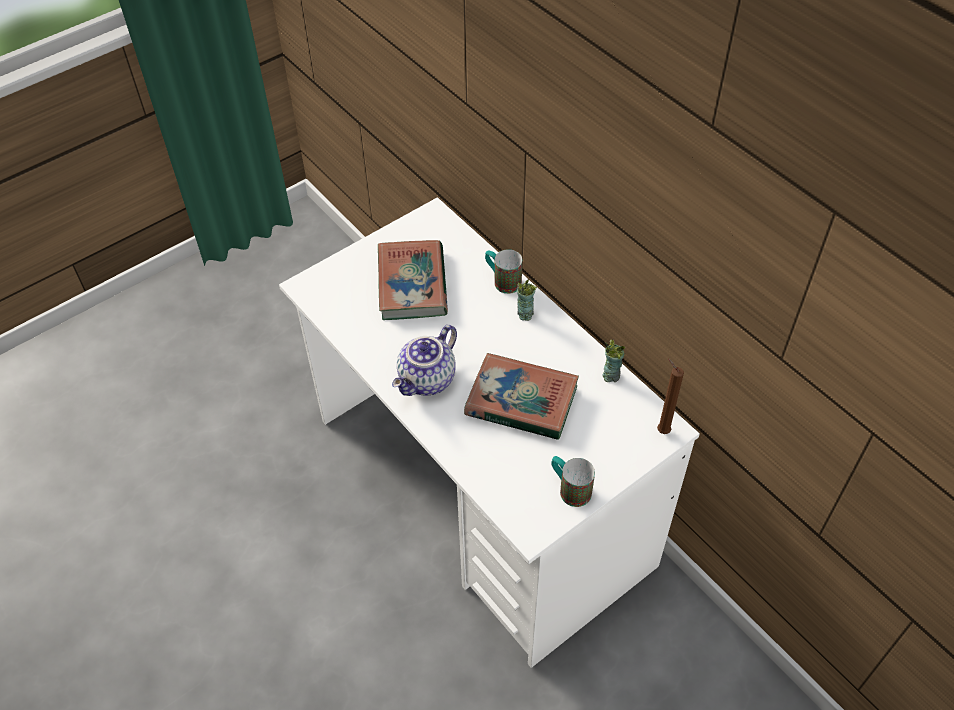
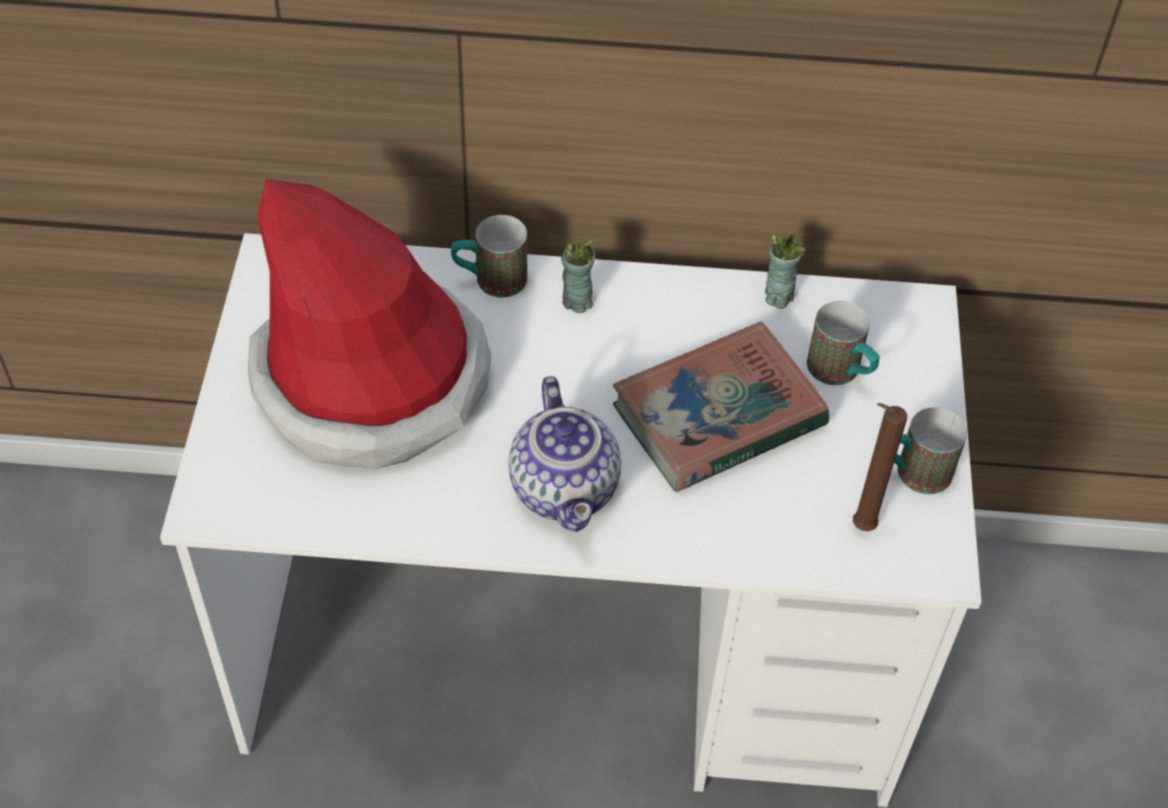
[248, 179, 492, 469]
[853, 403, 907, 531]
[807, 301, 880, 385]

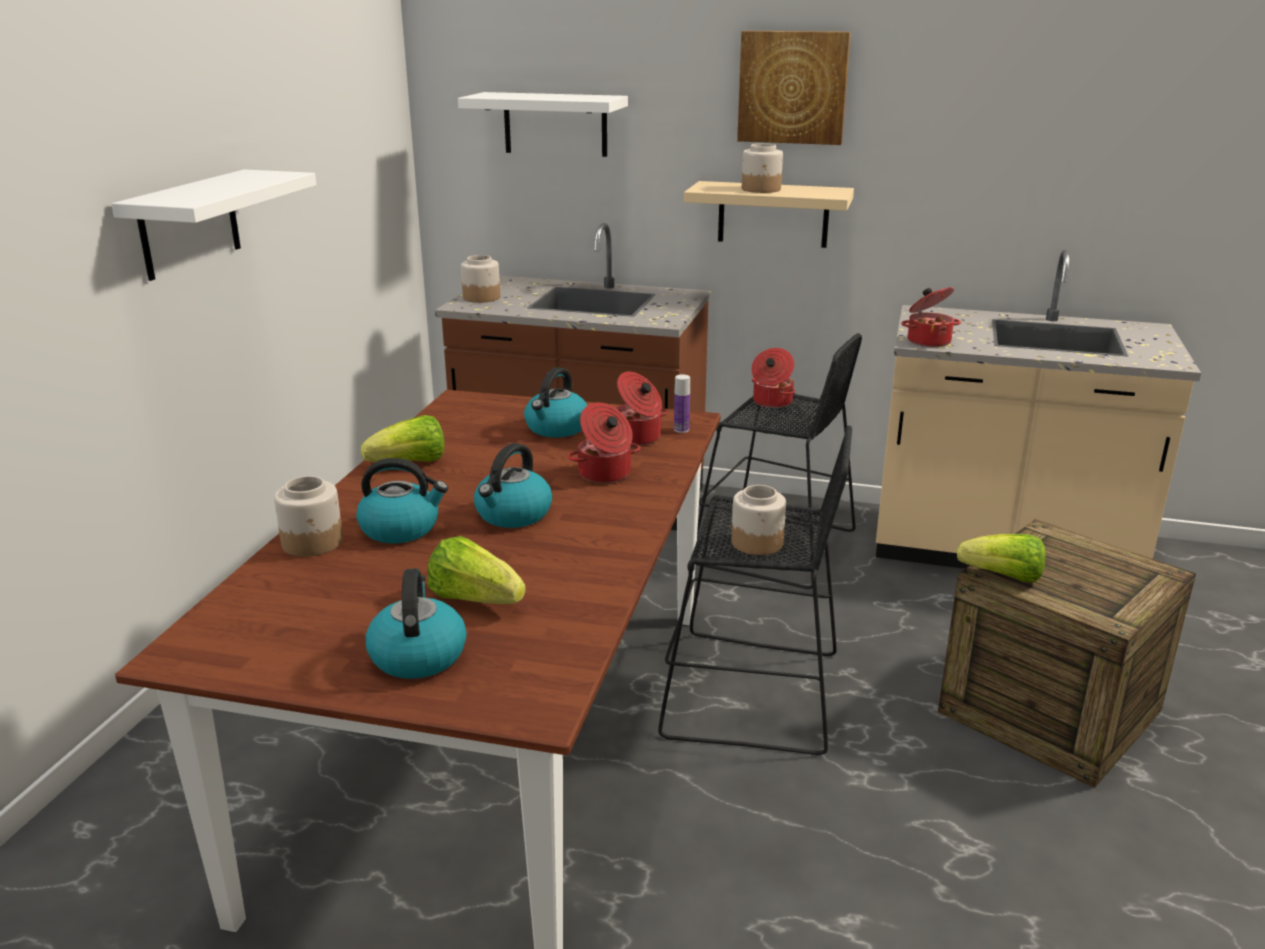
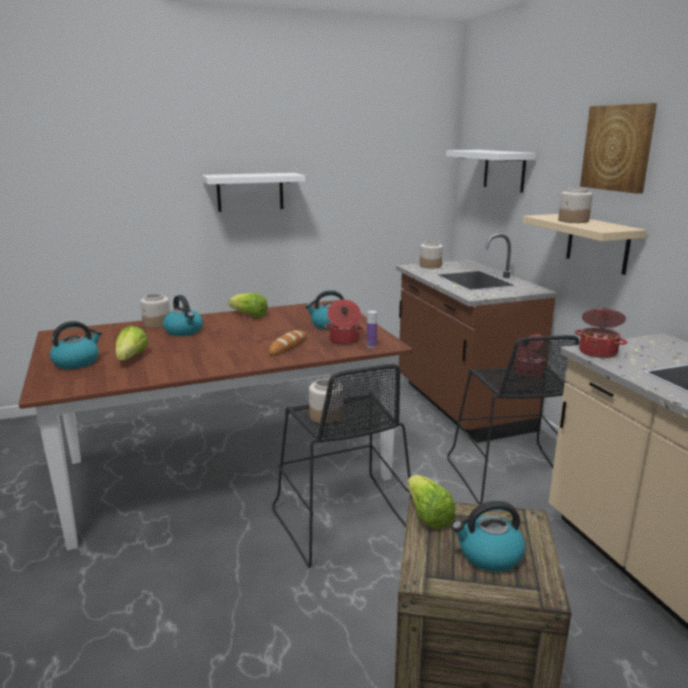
[452, 501, 525, 572]
[269, 330, 307, 355]

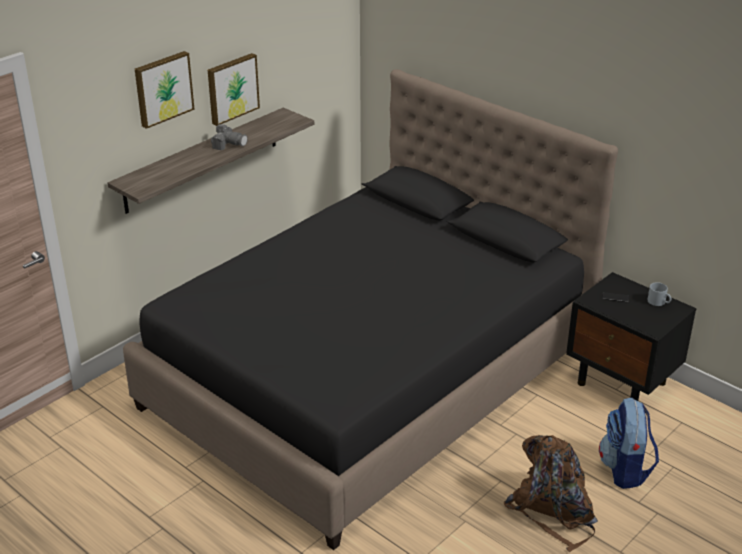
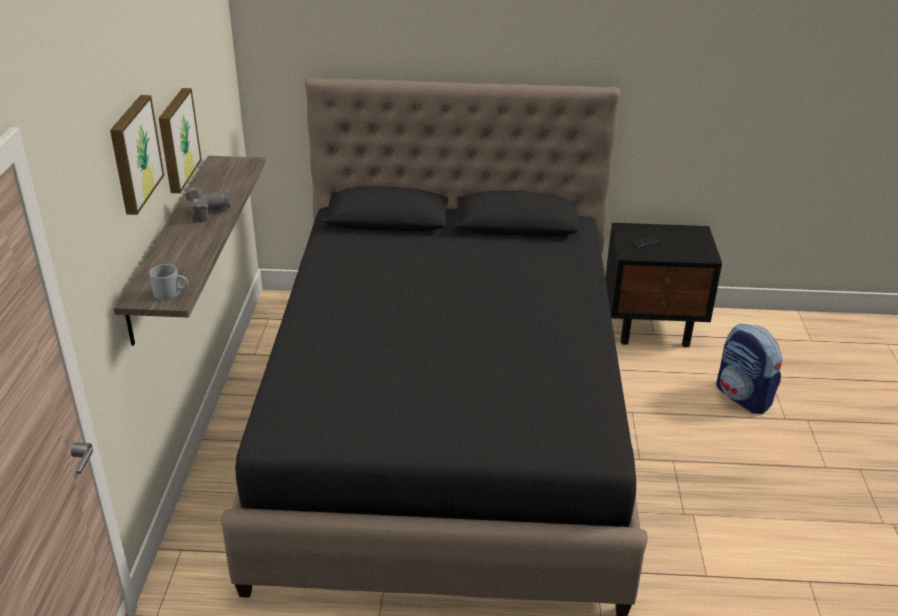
[504, 435, 598, 552] (first image)
[149, 264, 188, 300]

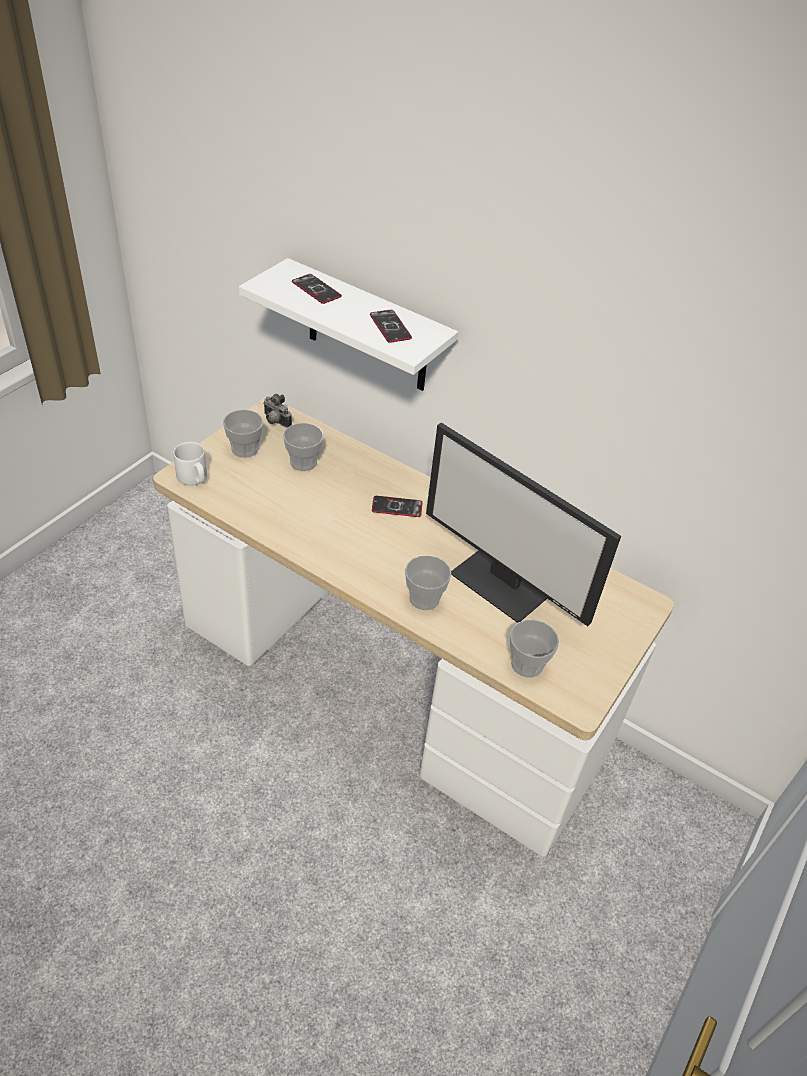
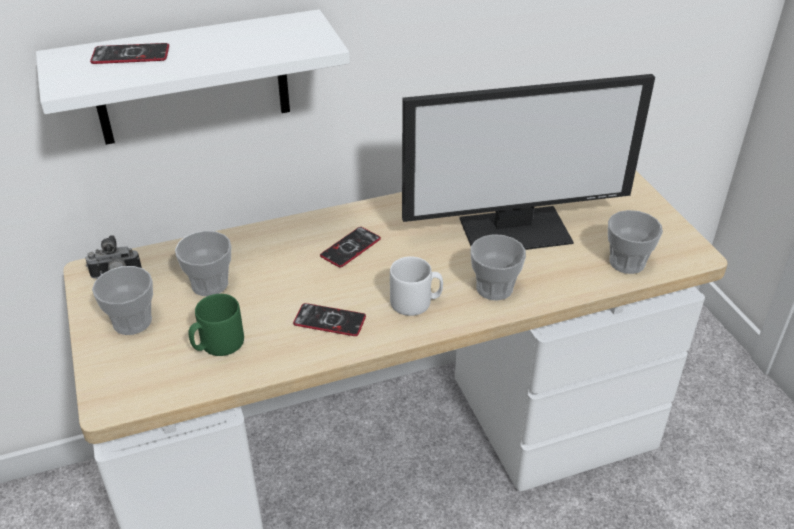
[390, 256, 443, 316]
[293, 303, 366, 336]
[188, 294, 244, 356]

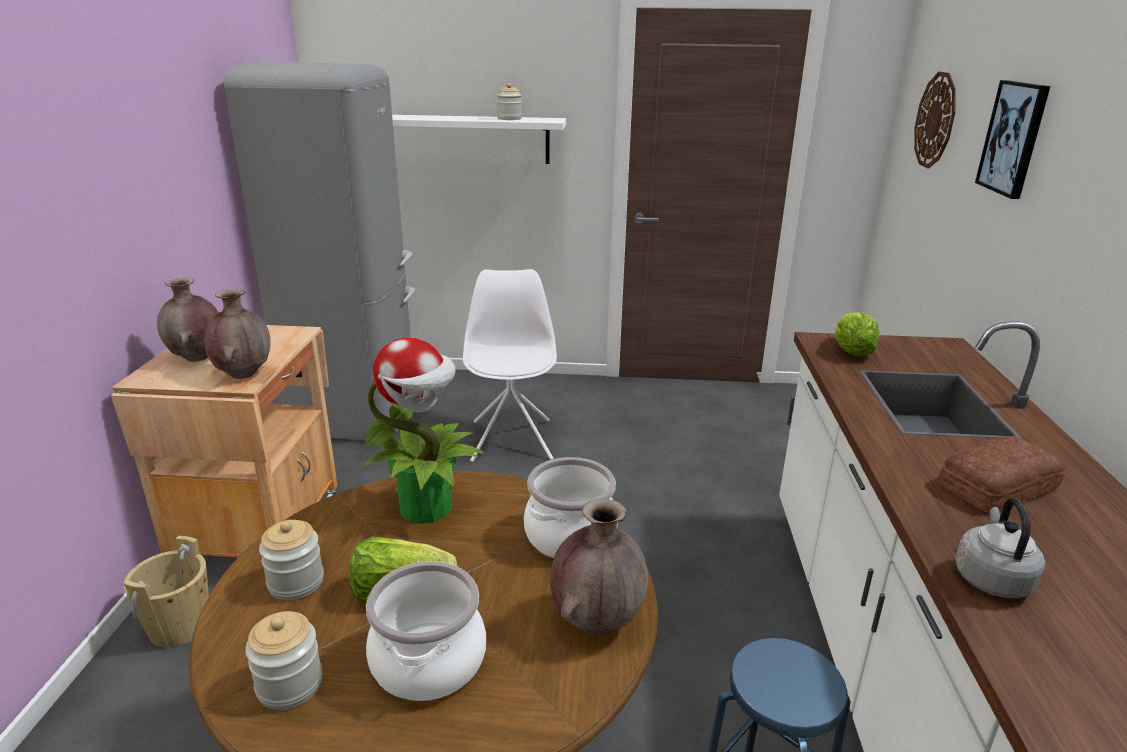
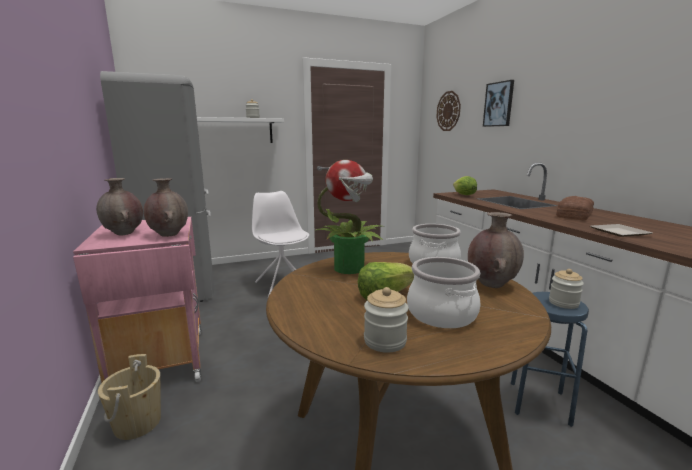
[73, 217, 202, 383]
[549, 269, 584, 309]
[590, 224, 653, 237]

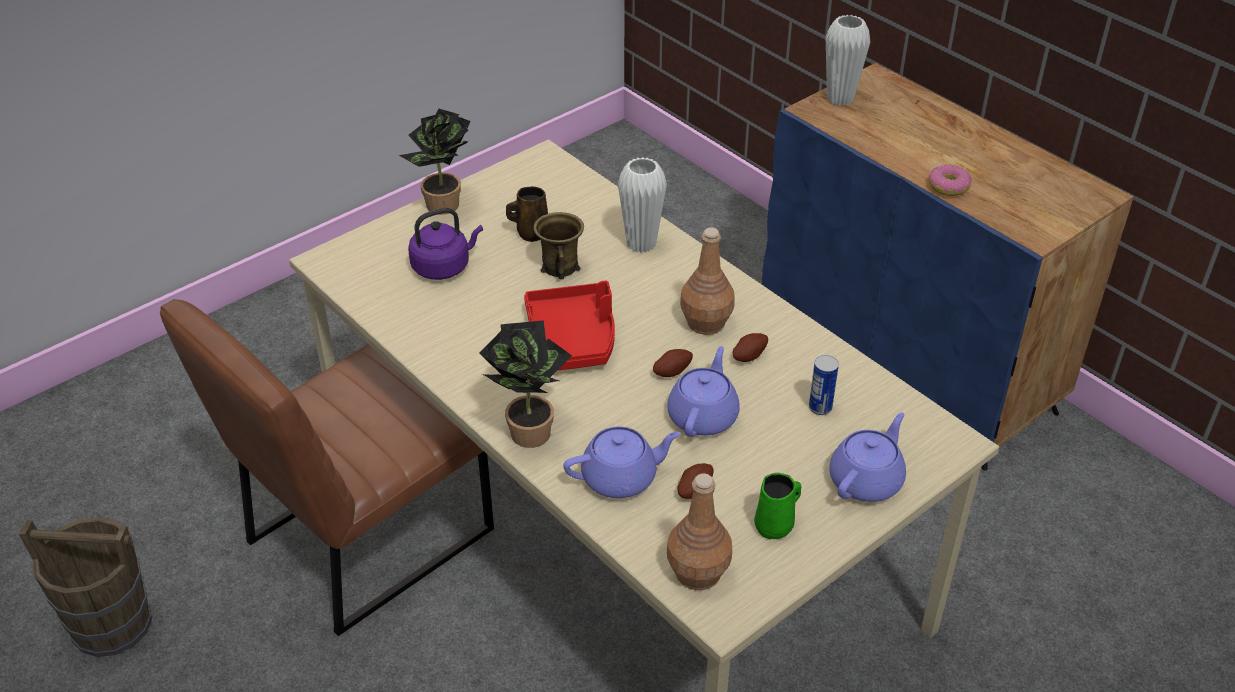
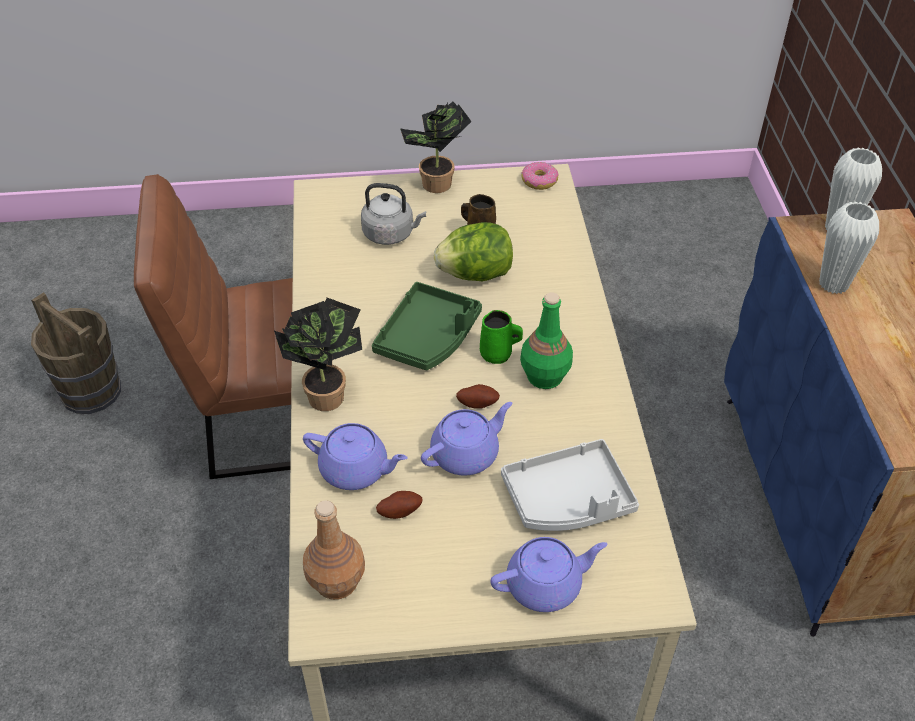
[361, 183, 426, 245]
[372, 282, 482, 370]
[434, 222, 513, 281]
[819, 201, 879, 294]
[520, 292, 573, 389]
[733, 333, 768, 362] (first image)
[480, 310, 523, 364]
[501, 439, 639, 531]
[521, 162, 558, 190]

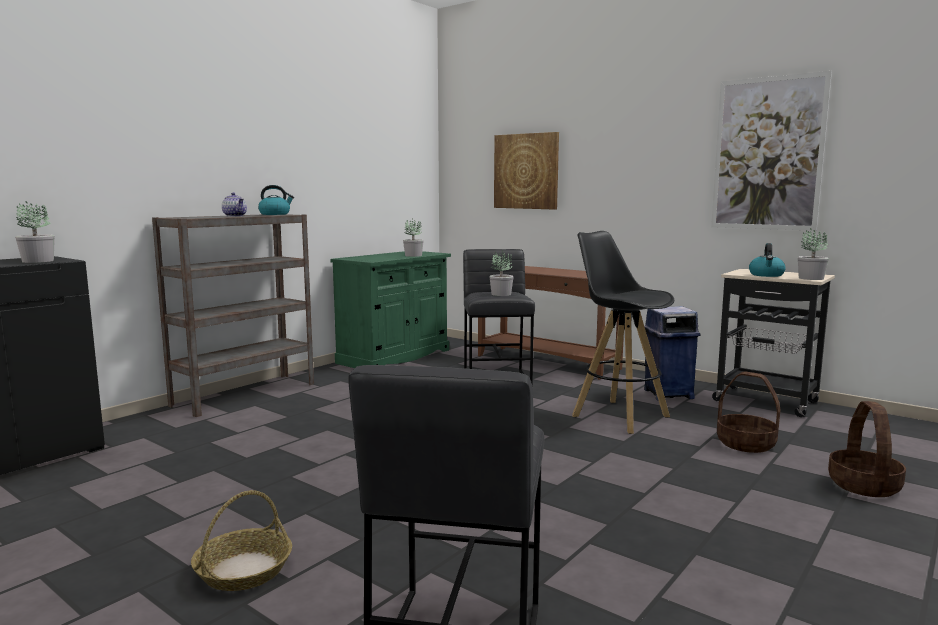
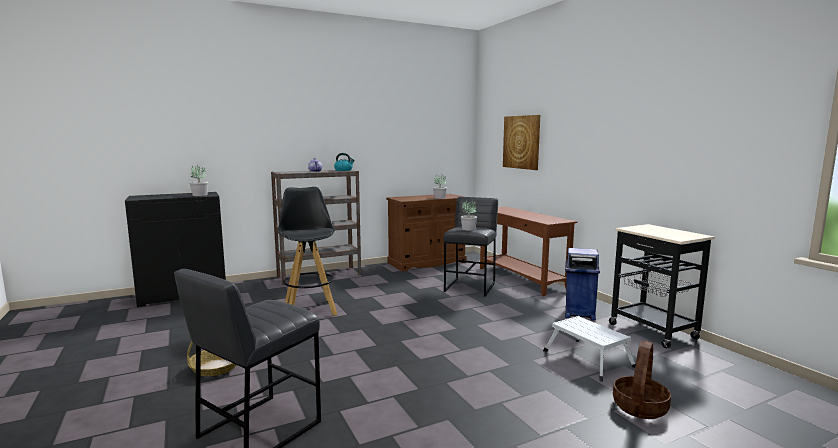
[386, 194, 467, 271]
[279, 187, 337, 316]
[711, 71, 832, 231] (first image)
[543, 316, 636, 382]
[749, 243, 786, 277] (first image)
[798, 228, 829, 280] (first image)

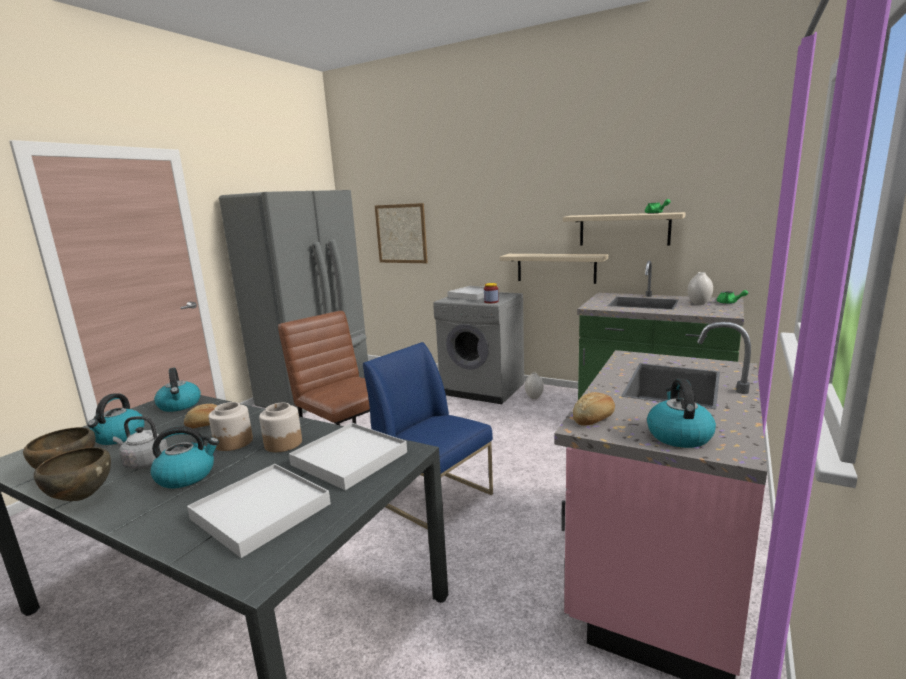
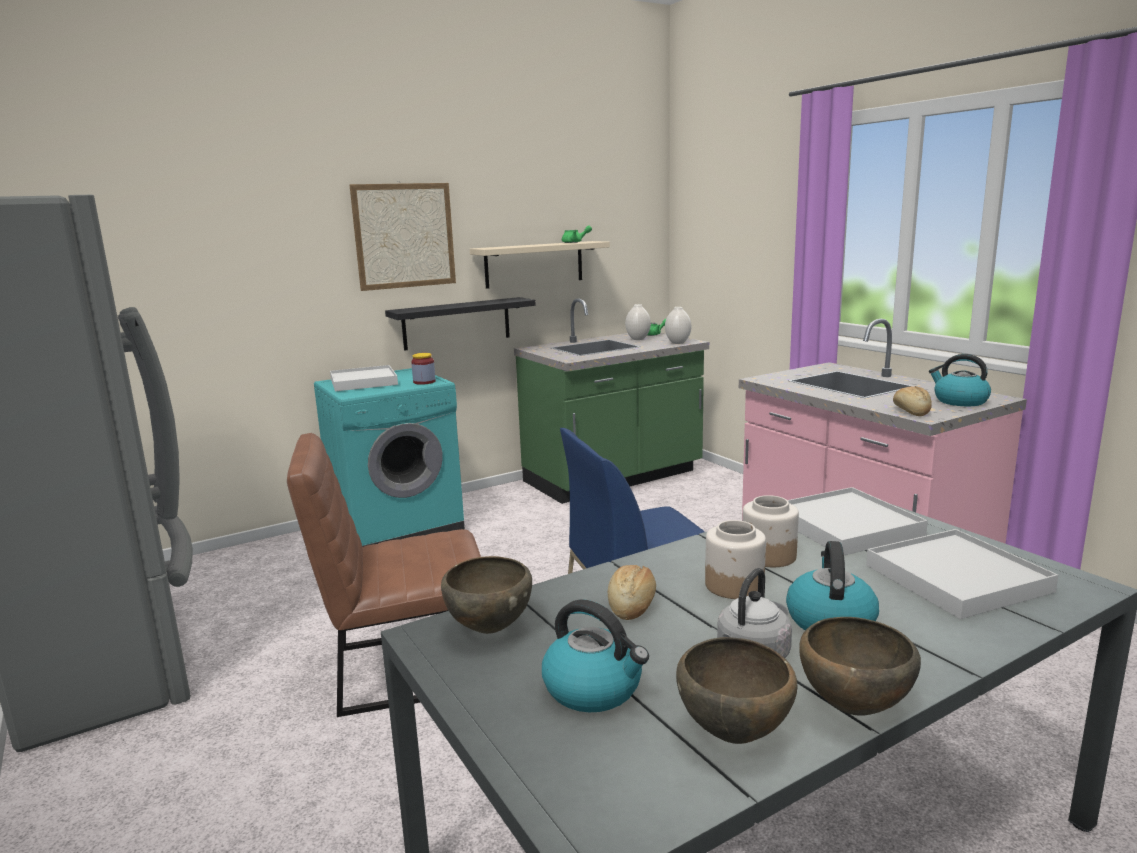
[441, 556, 532, 634]
[350, 181, 456, 291]
[314, 368, 465, 547]
[385, 297, 536, 351]
[665, 307, 691, 344]

